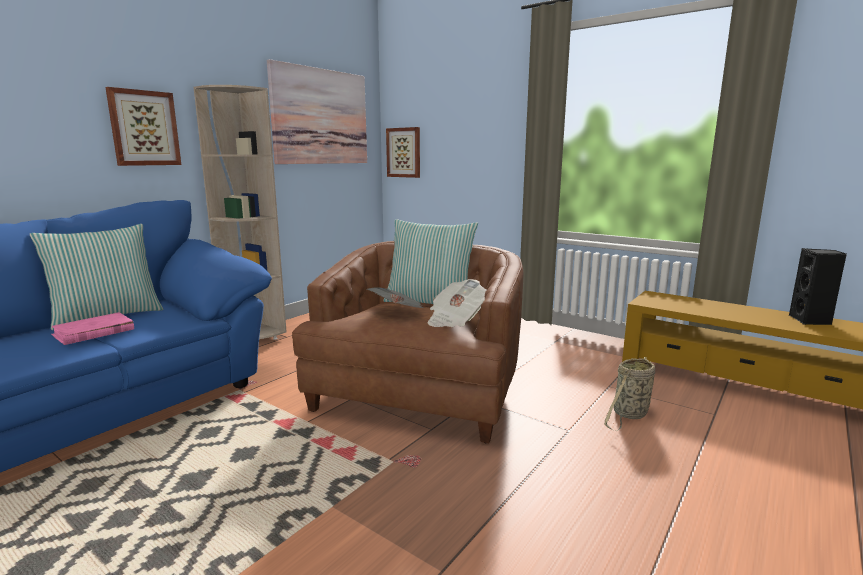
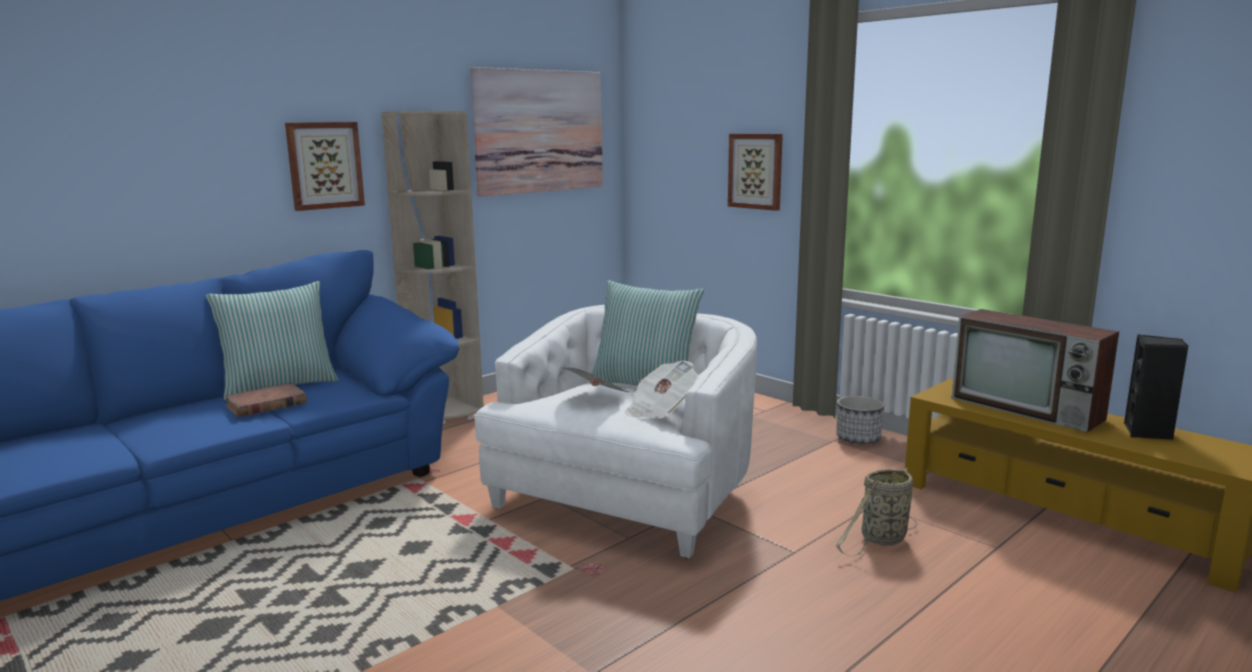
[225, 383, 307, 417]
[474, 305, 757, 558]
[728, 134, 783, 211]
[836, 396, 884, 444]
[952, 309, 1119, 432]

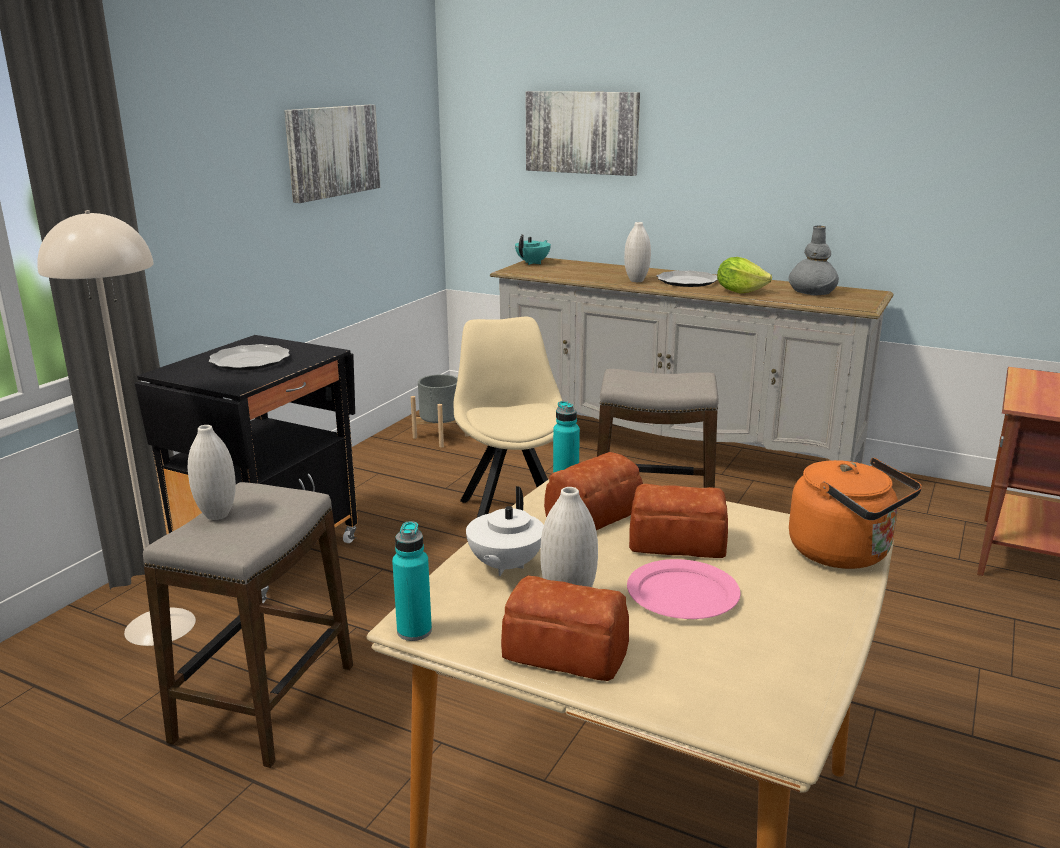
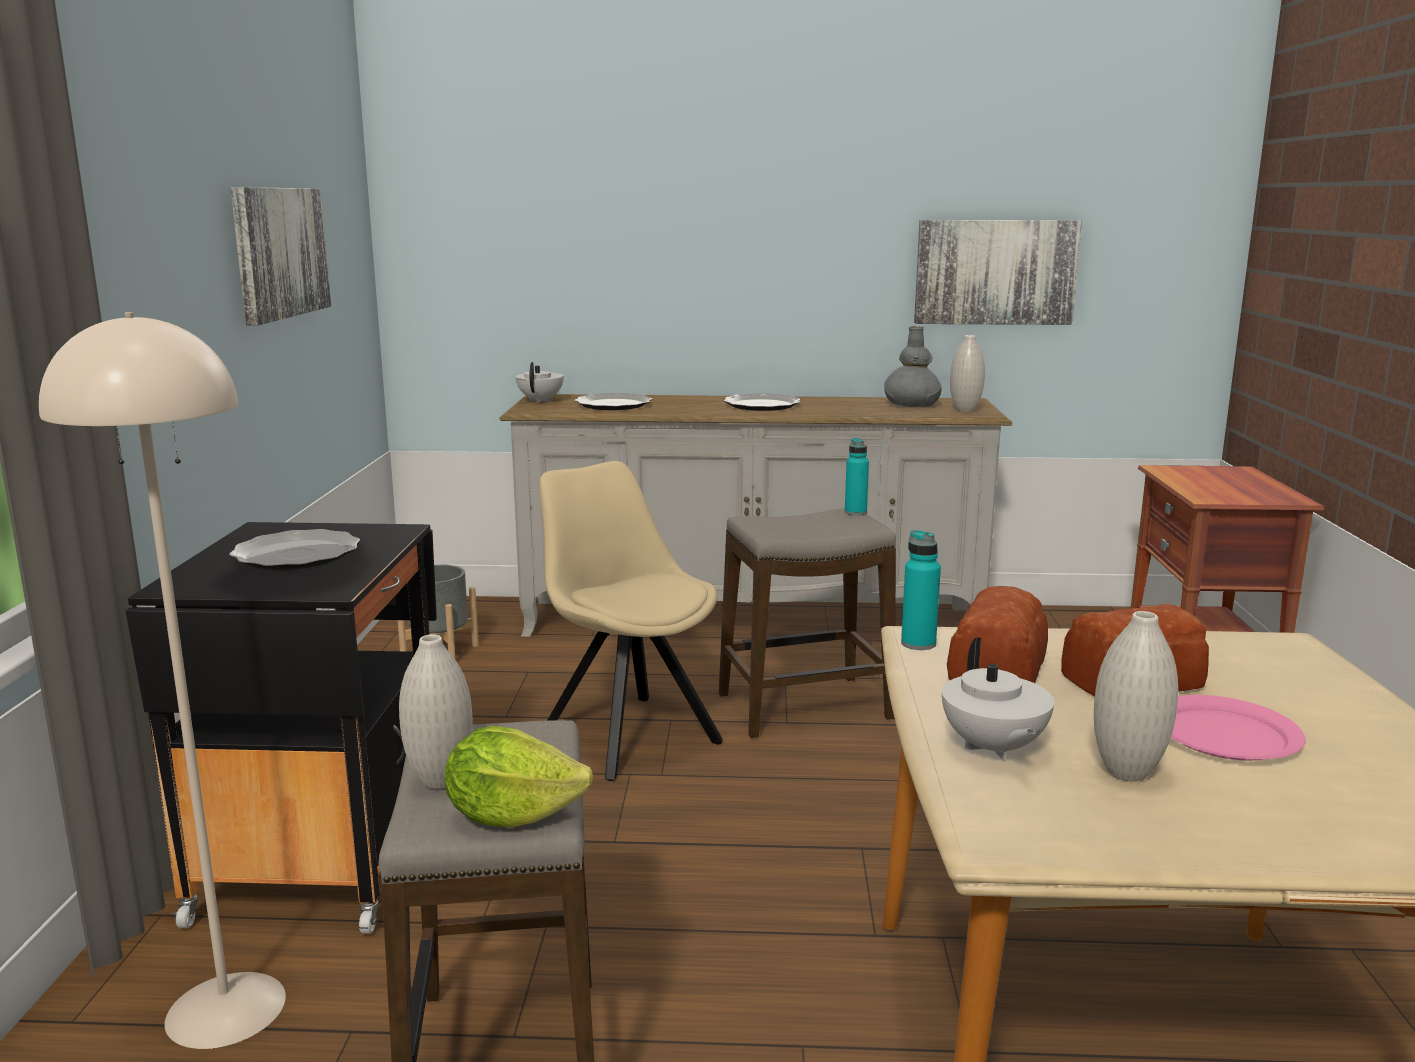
[845, 438, 869, 515]
[501, 576, 629, 681] (first image)
[515, 362, 564, 403]
[914, 220, 1082, 325]
[950, 335, 985, 412]
[445, 726, 593, 827]
[789, 457, 922, 569] (first image)
[574, 393, 652, 410]

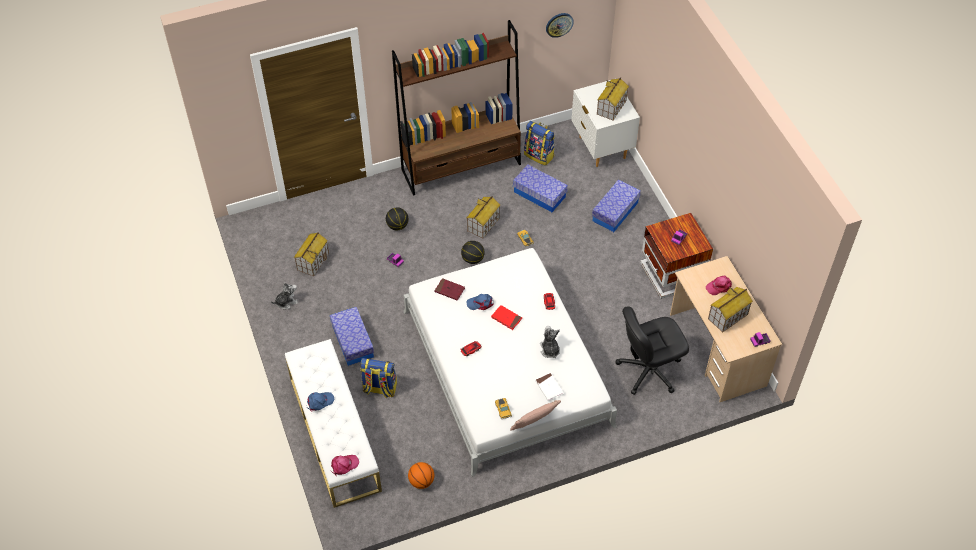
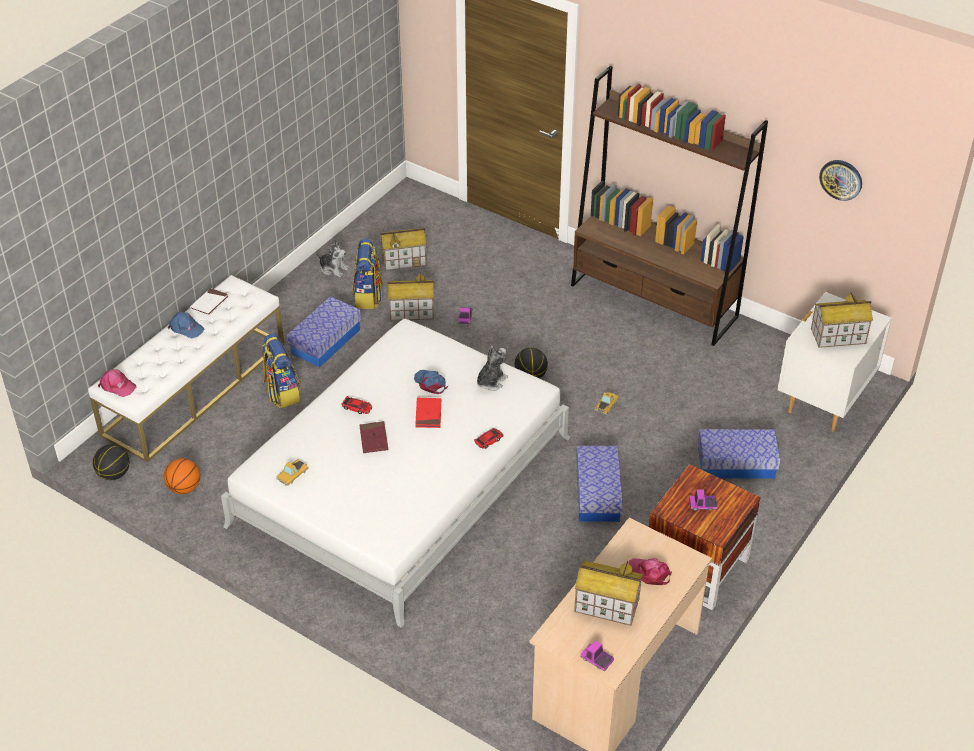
[93, 445, 129, 480]
[359, 421, 388, 453]
[387, 274, 434, 321]
[510, 400, 561, 431] (first image)
[576, 446, 623, 522]
[352, 239, 383, 309]
[190, 288, 229, 316]
[477, 346, 508, 391]
[615, 306, 689, 395] (first image)

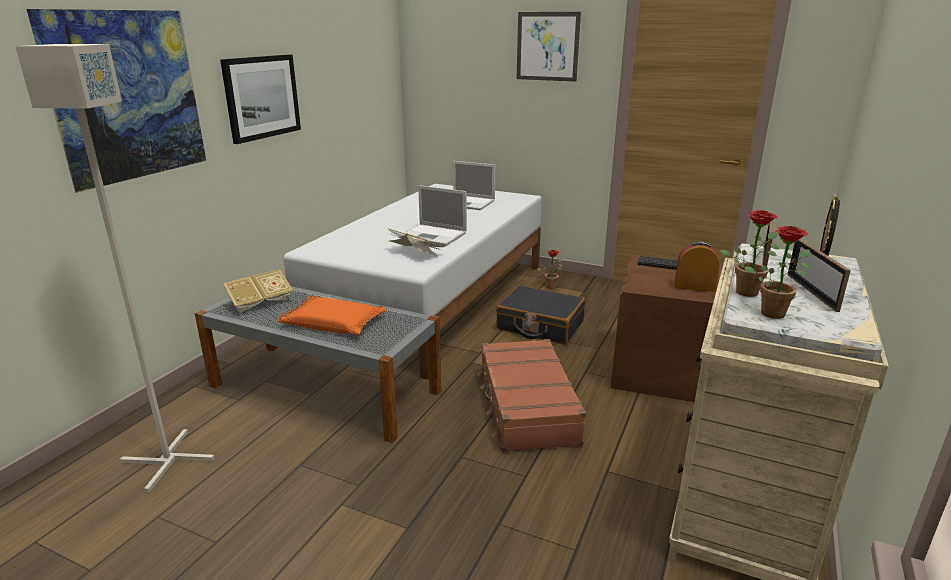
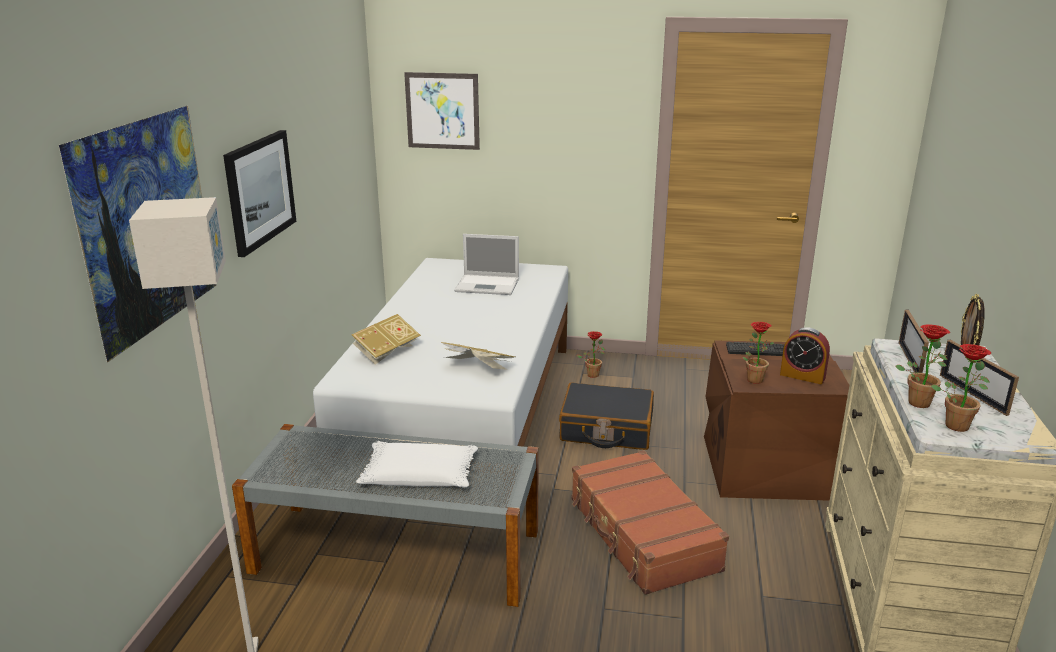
[351, 314, 421, 365]
[356, 441, 478, 488]
[402, 185, 467, 246] (first image)
[404, 72, 480, 150]
[780, 327, 830, 384]
[743, 322, 775, 384]

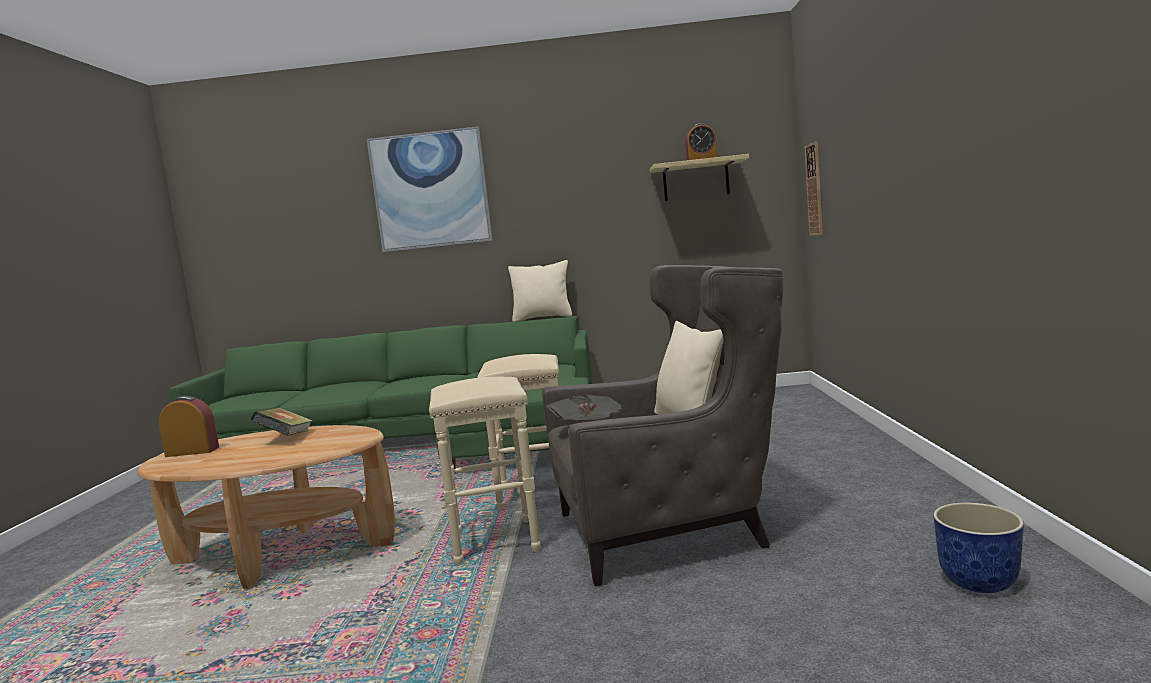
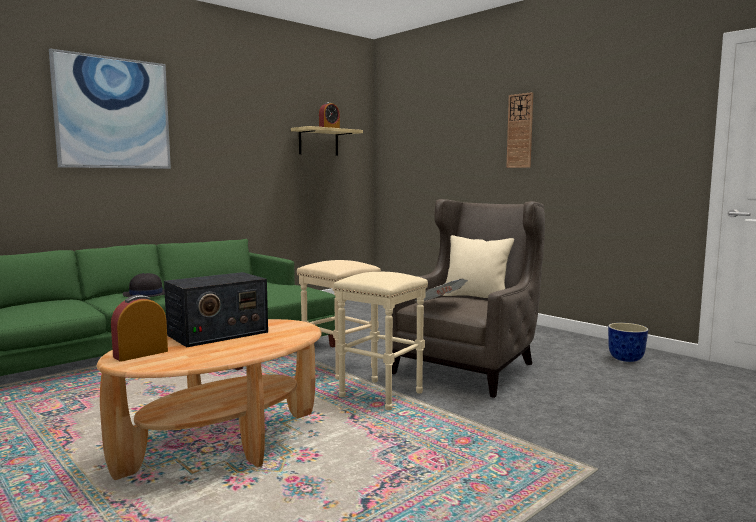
[164, 272, 268, 347]
[508, 260, 572, 322] (first image)
[506, 92, 533, 168]
[122, 273, 165, 297]

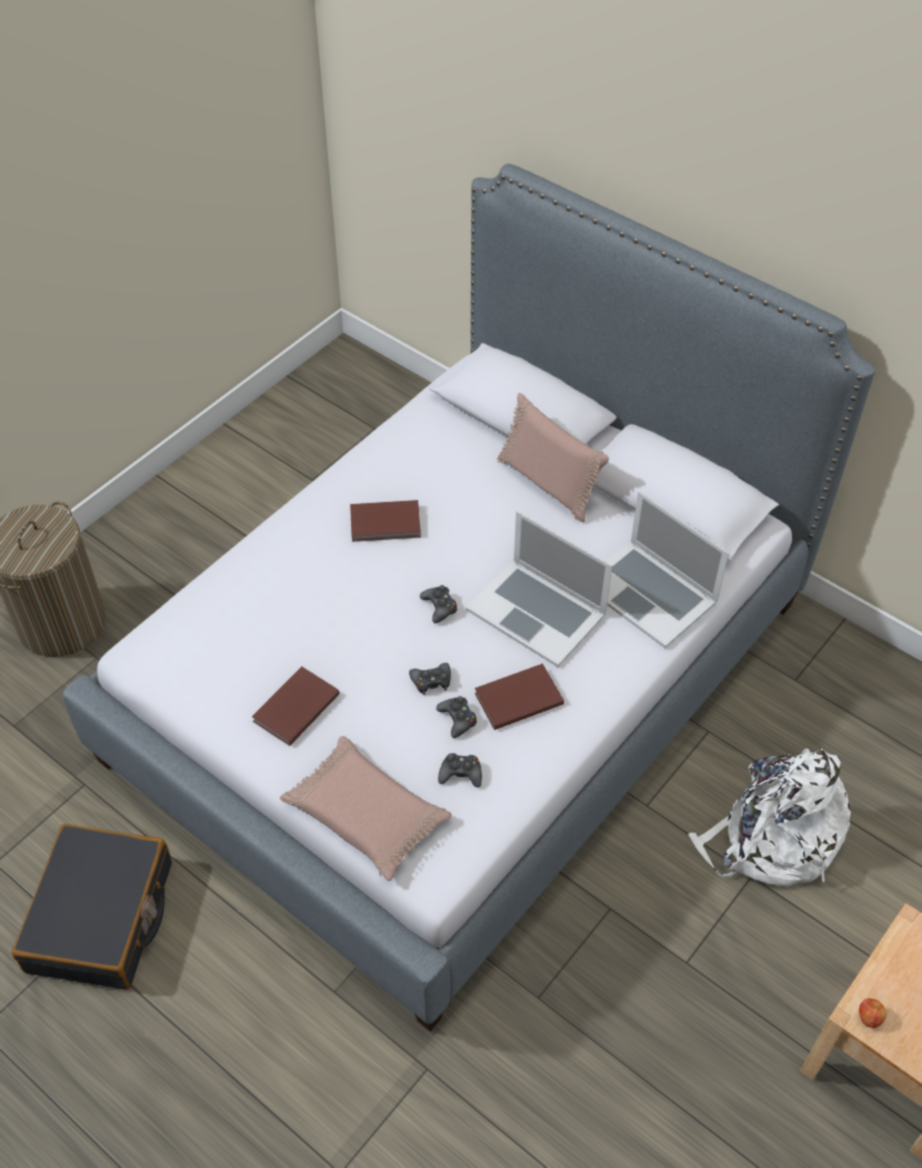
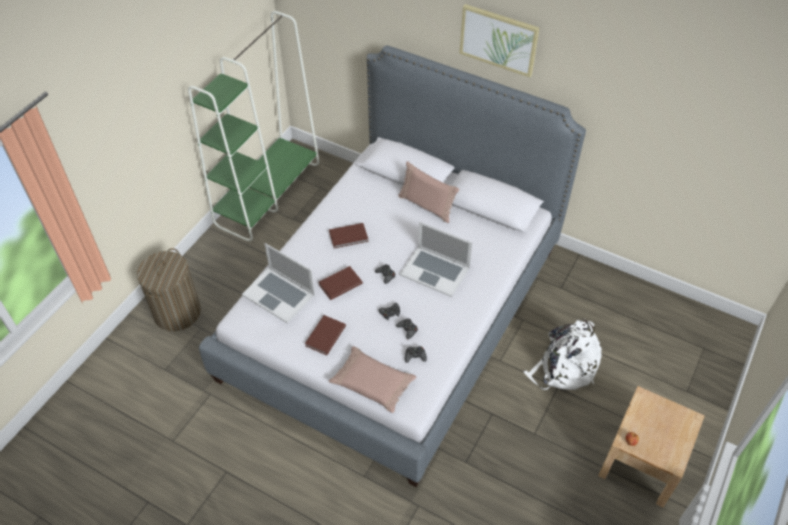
[12, 824, 172, 990] (first image)
[319, 266, 363, 300]
[242, 243, 315, 324]
[188, 11, 319, 241]
[459, 4, 539, 77]

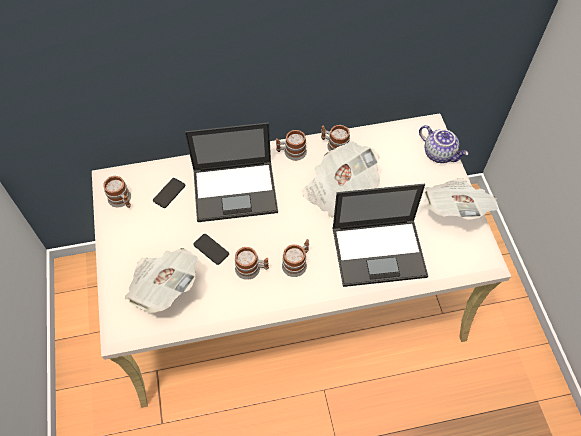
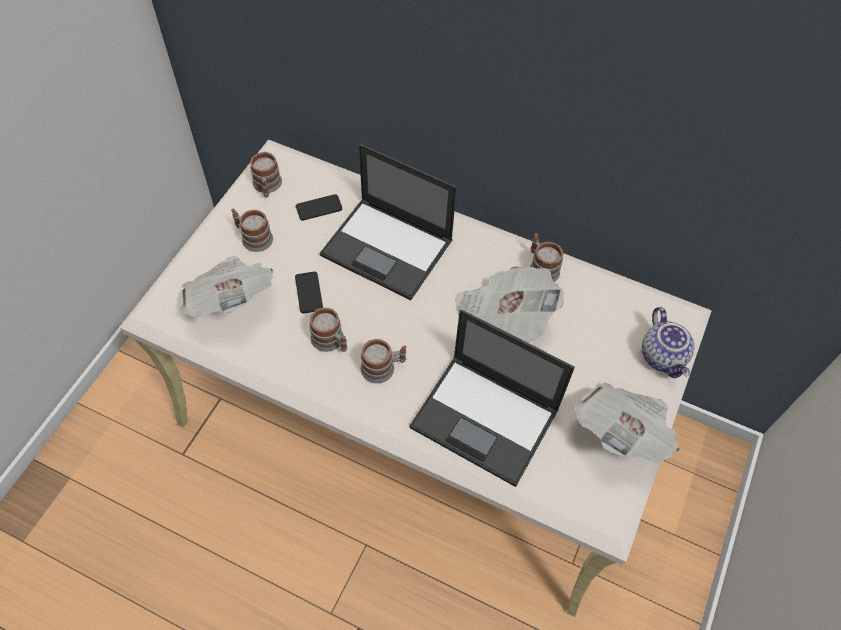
[231, 208, 273, 252]

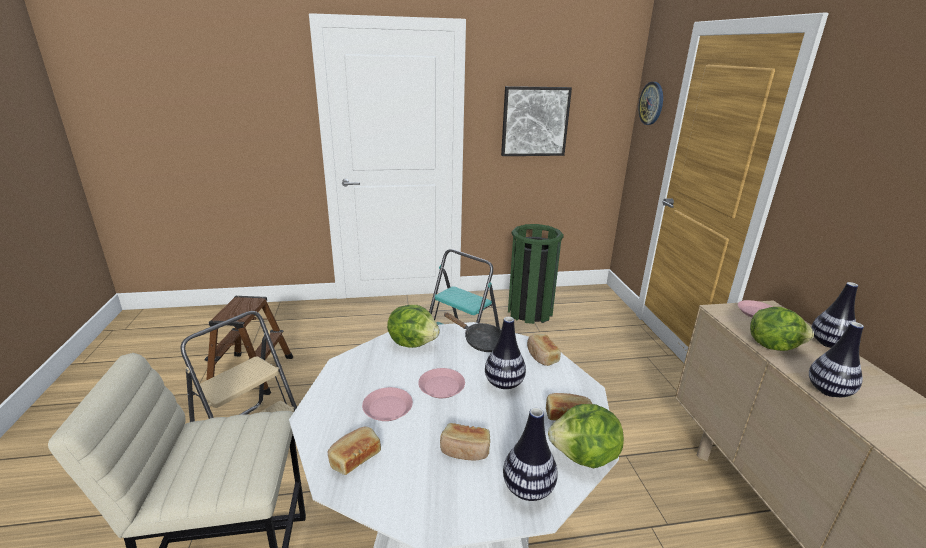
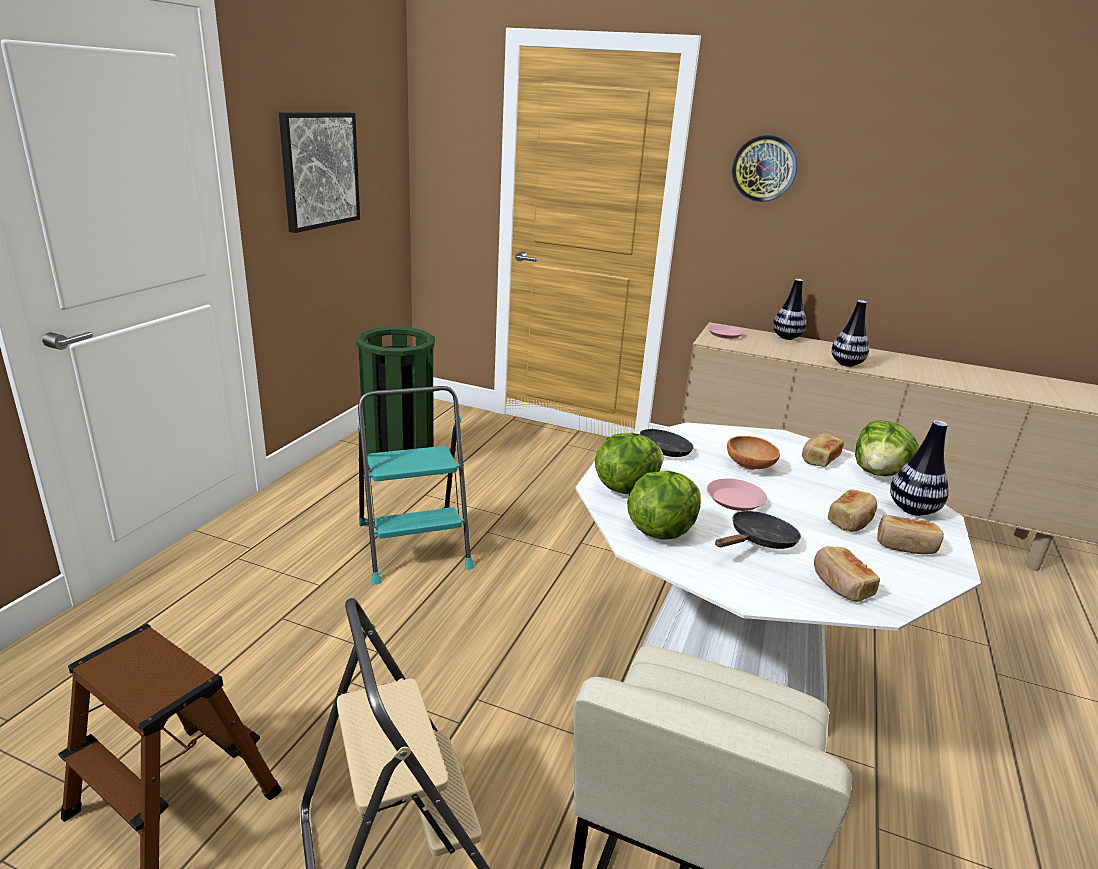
[715, 511, 801, 549]
[727, 436, 780, 470]
[877, 515, 944, 554]
[732, 135, 797, 202]
[627, 471, 701, 540]

